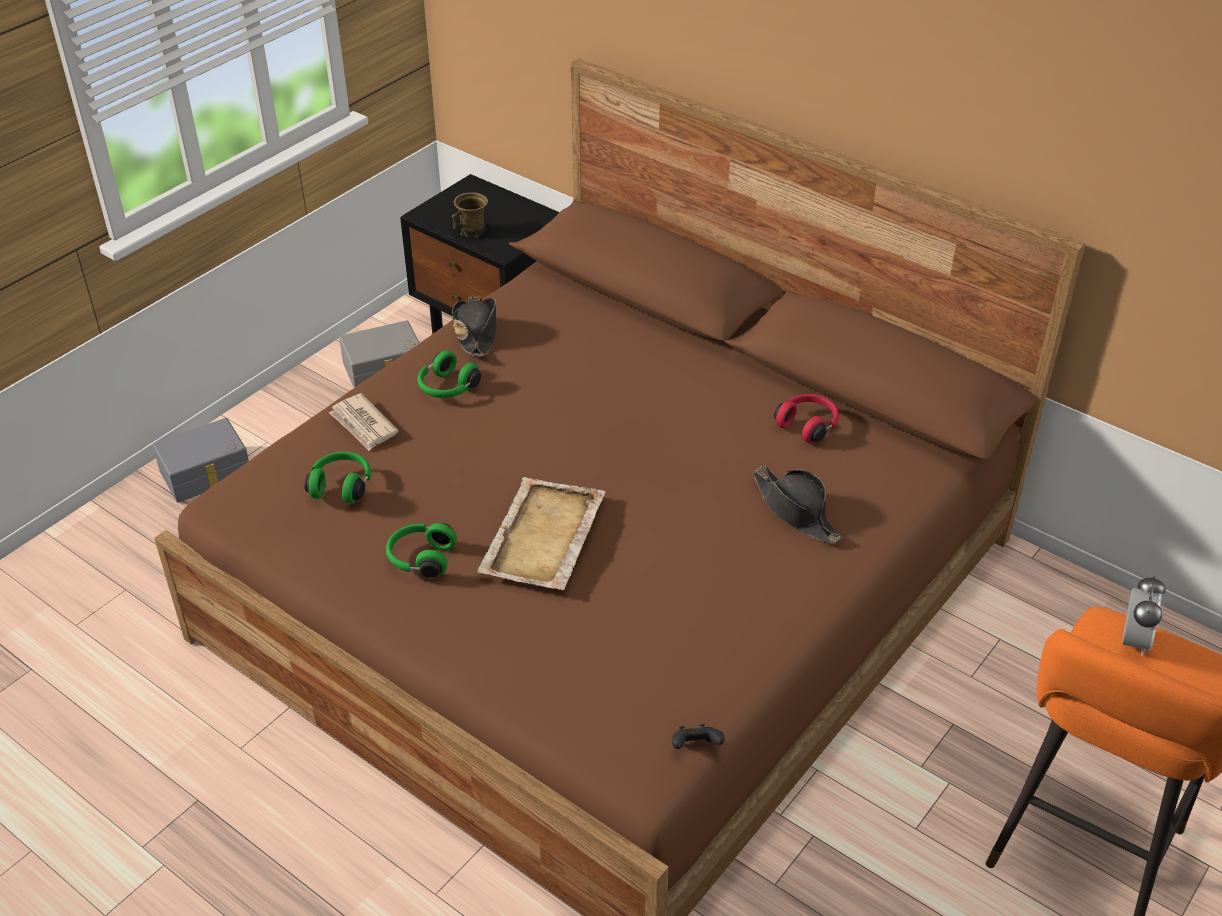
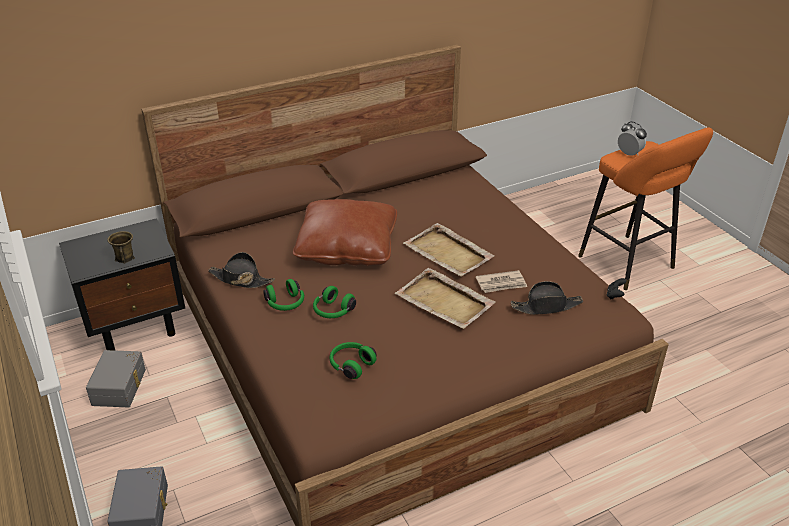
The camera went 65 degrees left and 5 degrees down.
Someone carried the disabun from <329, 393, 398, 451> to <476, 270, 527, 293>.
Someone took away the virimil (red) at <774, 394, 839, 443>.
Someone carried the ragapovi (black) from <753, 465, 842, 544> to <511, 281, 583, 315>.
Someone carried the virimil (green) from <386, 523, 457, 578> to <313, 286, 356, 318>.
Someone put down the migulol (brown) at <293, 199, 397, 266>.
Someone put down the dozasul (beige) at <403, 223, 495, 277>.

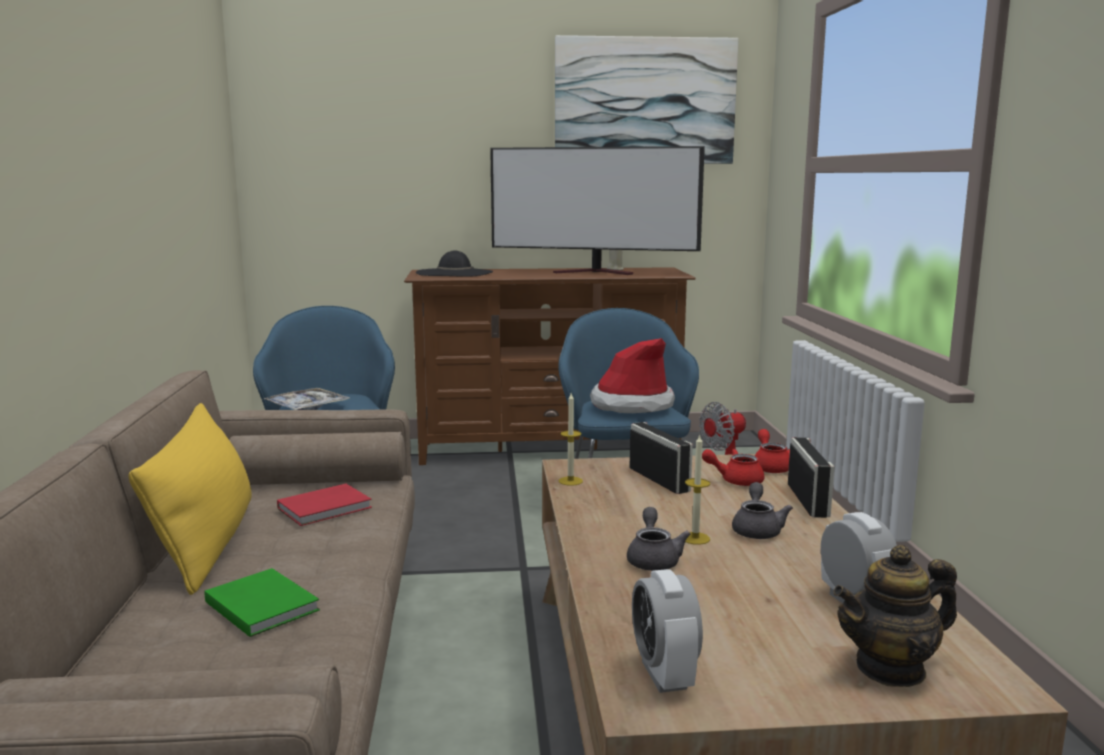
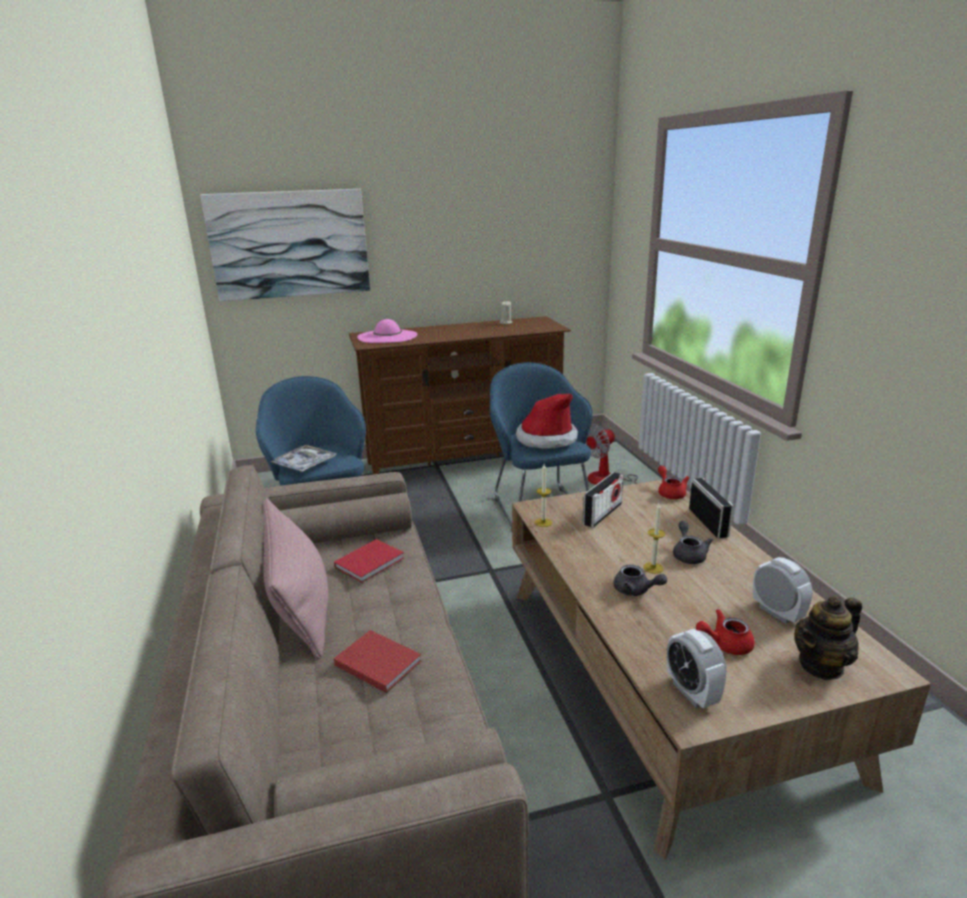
The camera went 10 degrees left and 10 degrees up.
Someone carried the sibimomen from <555, 35, 738, 164> to <200, 189, 370, 301>.
Someone took away the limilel at <490, 146, 705, 275>.
Someone repainted the ragapovi (black) at <416, 251, 493, 277>, which became the ragapovi (pink) at <357, 319, 417, 343>.
Someone repainted the migulol (yellow) at <129, 403, 252, 595>, which became the migulol (pink) at <263, 498, 328, 660>.
Someone rotated the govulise at <630, 422, 693, 494> by 75 degrees clockwise.
Someone carried the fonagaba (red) from <702, 449, 764, 486> to <696, 609, 755, 655>.
Someone rotated the fonagaba (grey) at <627, 507, 691, 571> by 135 degrees clockwise.
Someone repainted the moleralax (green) at <204, 568, 320, 637>, which became the moleralax (red) at <334, 630, 422, 693>.

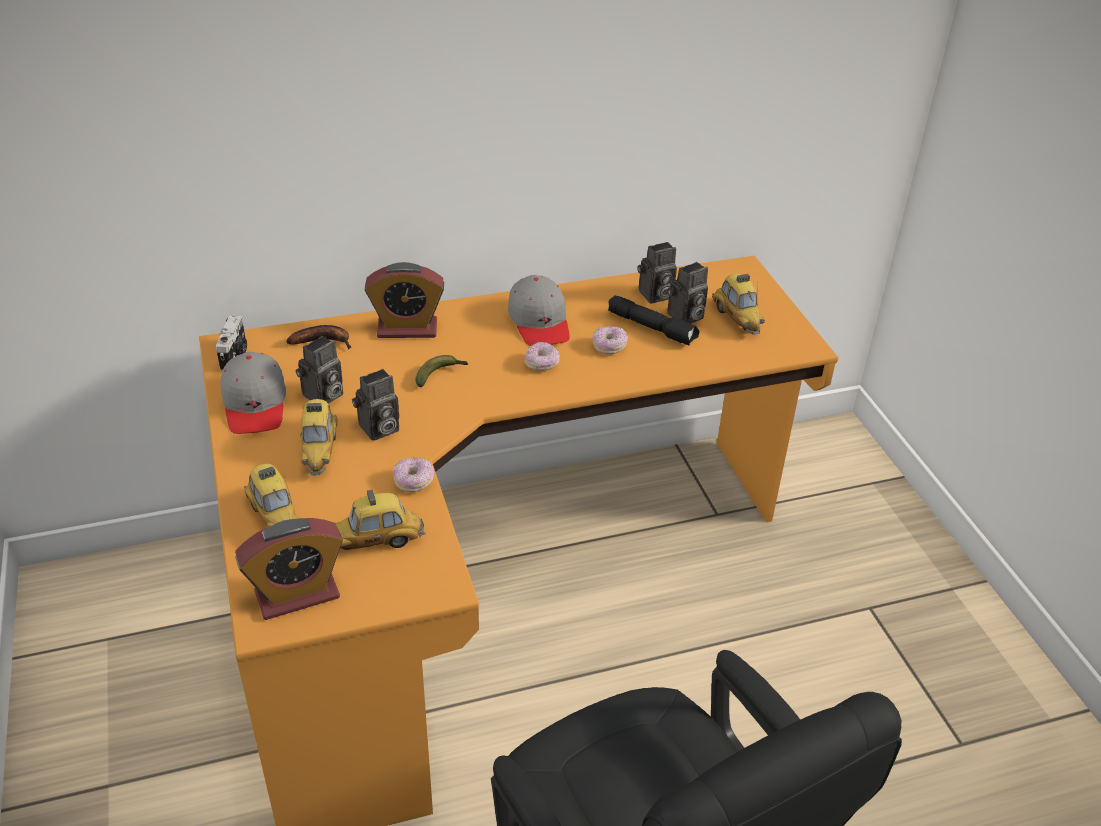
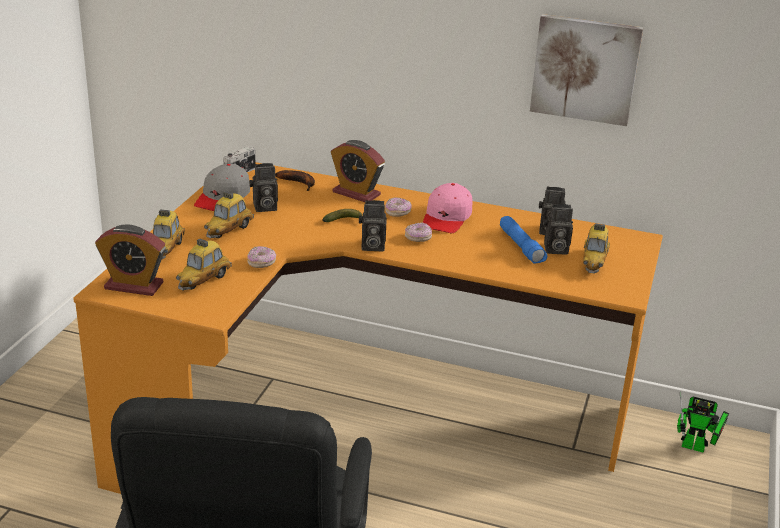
The camera went 35 degrees right and 10 degrees down.
Someone repainted the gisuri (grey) at <508, 275, 570, 346>, which became the gisuri (pink) at <423, 183, 472, 233>.
Someone repainted the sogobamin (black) at <608, 295, 699, 346>, which became the sogobamin (blue) at <500, 216, 547, 264>.
Someone carried the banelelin from <592, 326, 628, 354> to <385, 197, 412, 217>.
Someone carried the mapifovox from <352, 369, 399, 441> to <359, 200, 387, 251>.
Someone rotated the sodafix at <335, 490, 426, 550> by 75 degrees counterclockwise.
Someone put up the sibimomen at <530, 14, 643, 126>.
Someone put down the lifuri at <677, 392, 729, 453>.

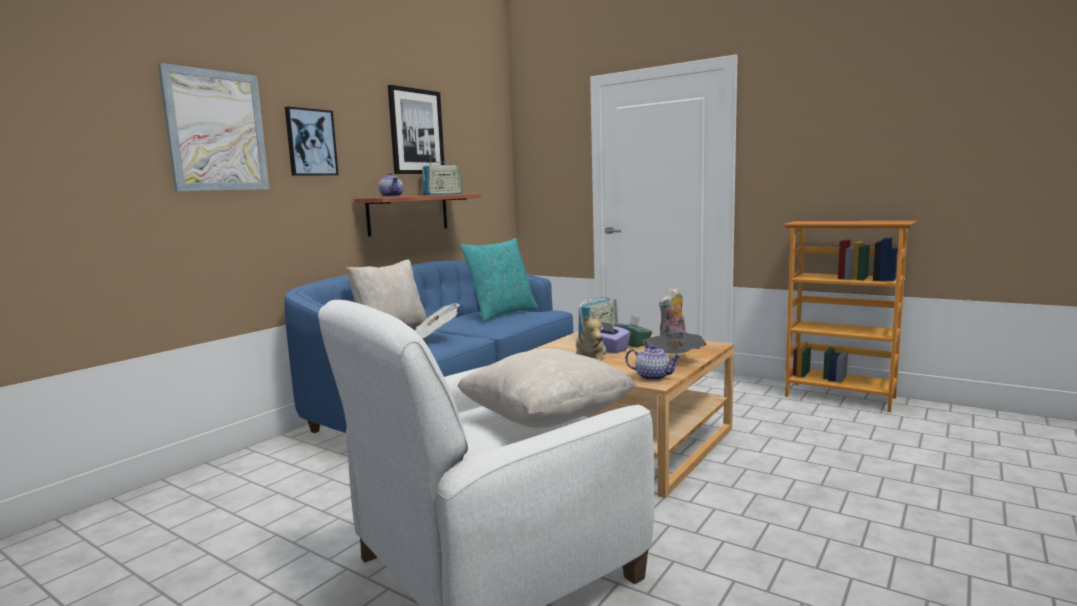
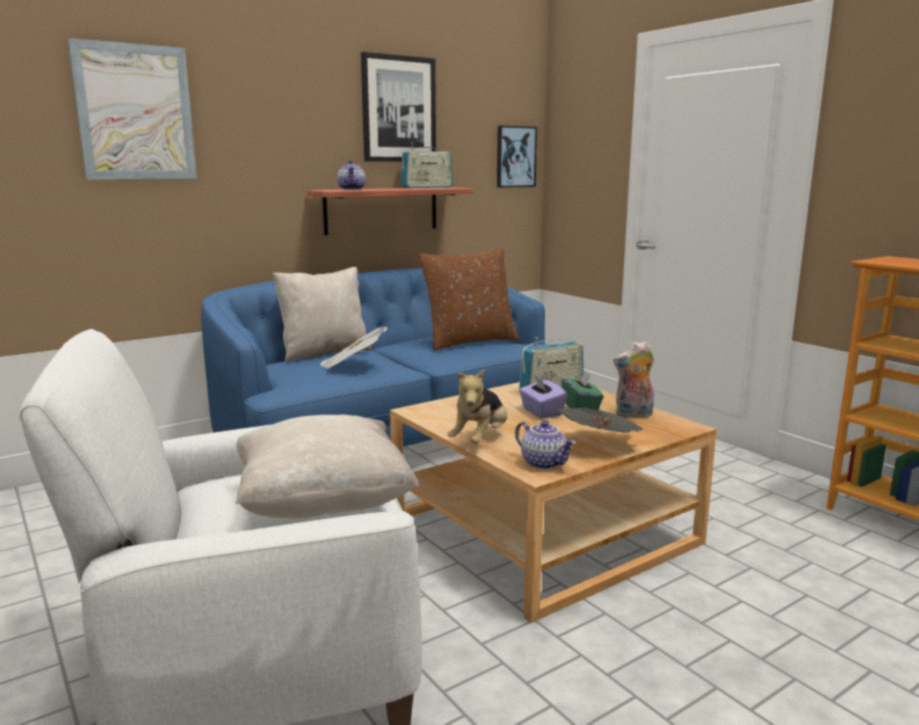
The camera went 20 degrees right and 5 degrees up.
Someone carried the sibimomen from <285, 107, 339, 176> to <497, 126, 537, 188>.
Someone repainted the migulol (turquoise) at <460, 238, 538, 322>, which became the migulol (brown) at <418, 248, 520, 350>.

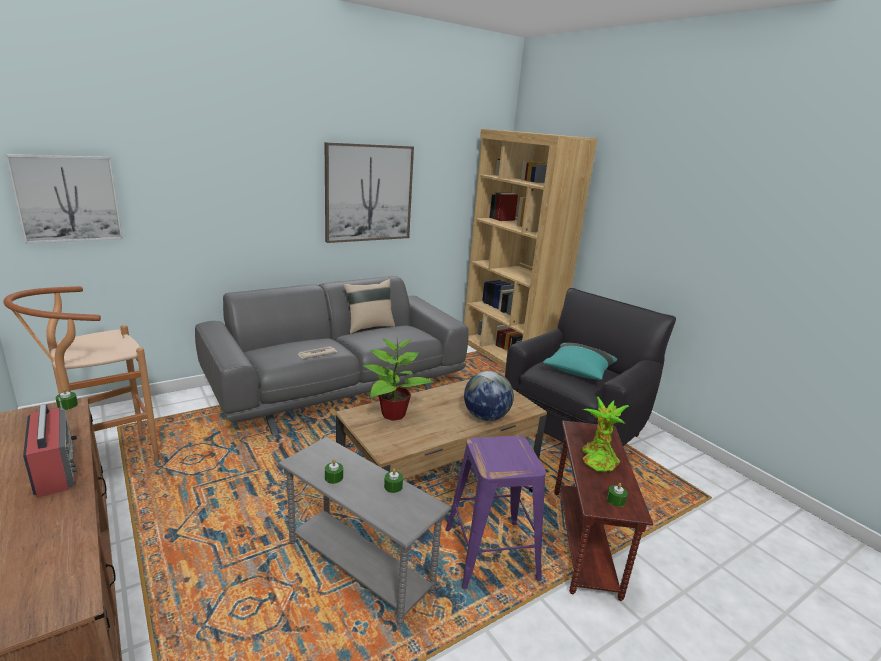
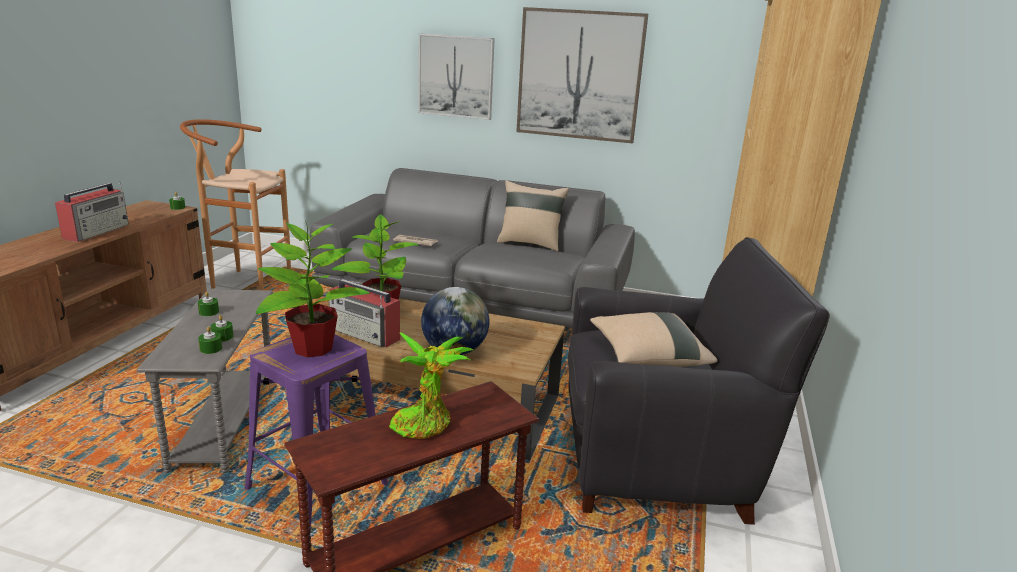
The camera went 50 degrees right and 0 degrees up.
Someone carried the sibimomen from <6, 154, 123, 244> to <418, 33, 495, 120>.
Someone repainted the migulol (turquoise) at <543, 343, 618, 380>, which became the migulol (beige) at <590, 312, 717, 367>.
Someone carried the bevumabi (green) from <607, 483, 628, 507> to <198, 326, 222, 354>.
Someone put down the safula at <256, 223, 370, 358>.
Someone put down the govulise at <329, 279, 400, 348>.

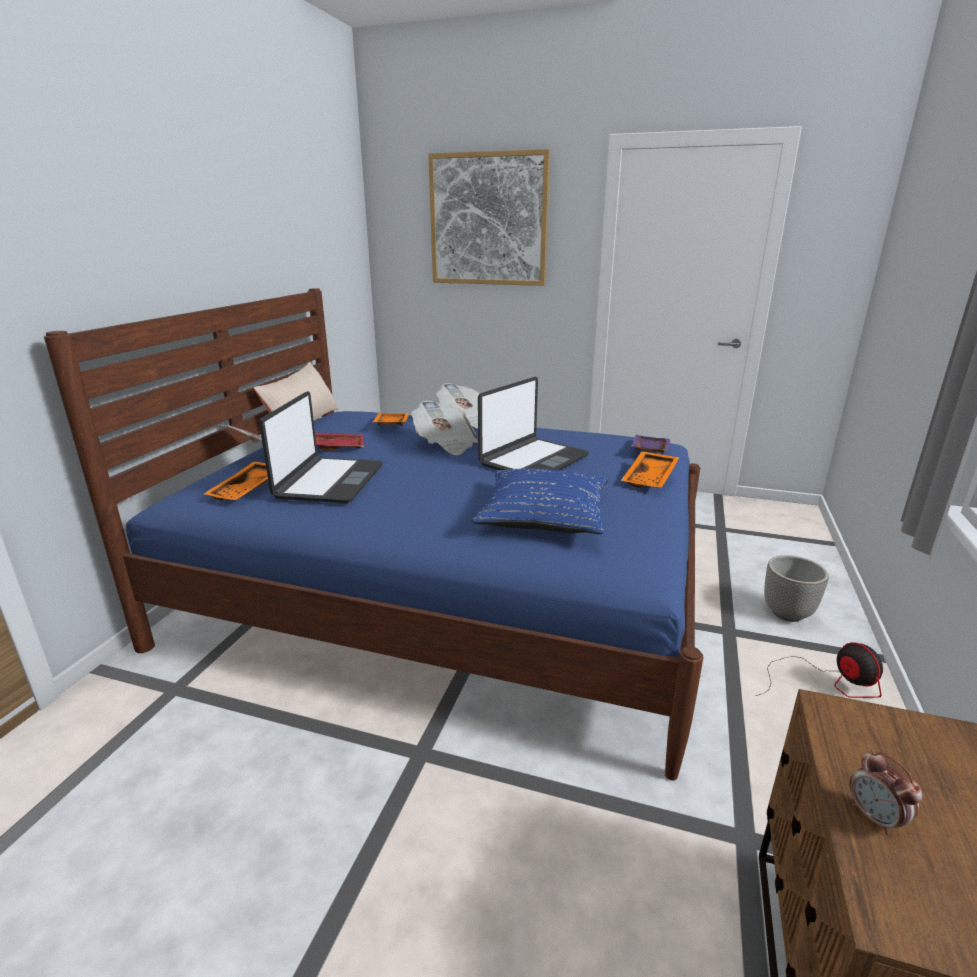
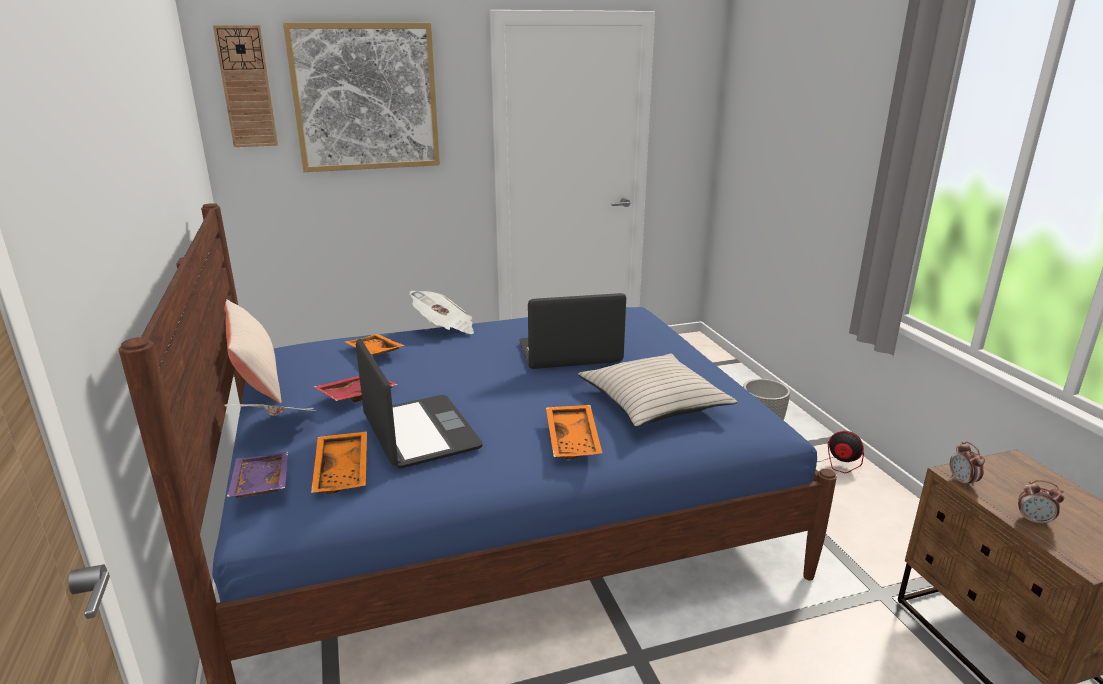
The camera went 35 degrees left and 0 degrees up.
Someone rotated the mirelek at <478, 376, 589, 470> by 105 degrees counterclockwise.
Someone took away the disabun at <411, 401, 478, 455>.
Someone carried the dozasul (purple) from <631, 435, 670, 454> to <227, 452, 288, 498>.
Someone carried the dozasul (orange) from <621, 451, 680, 488> to <546, 405, 602, 459>.
Someone repainted the migulol (blue) at <472, 468, 609, 534>, which became the migulol (beige) at <578, 354, 737, 427>.
Someone put up the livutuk at <213, 25, 278, 147>.
Someone put down the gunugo at <950, 442, 985, 488>.

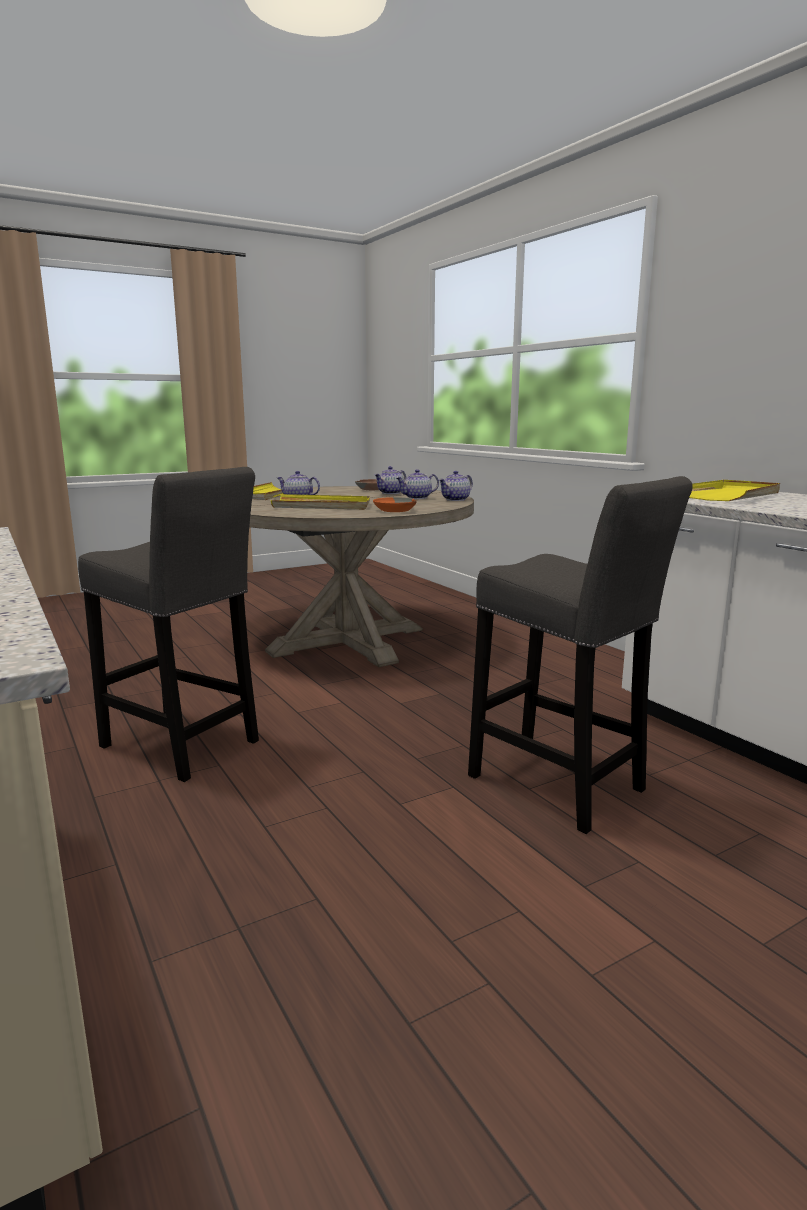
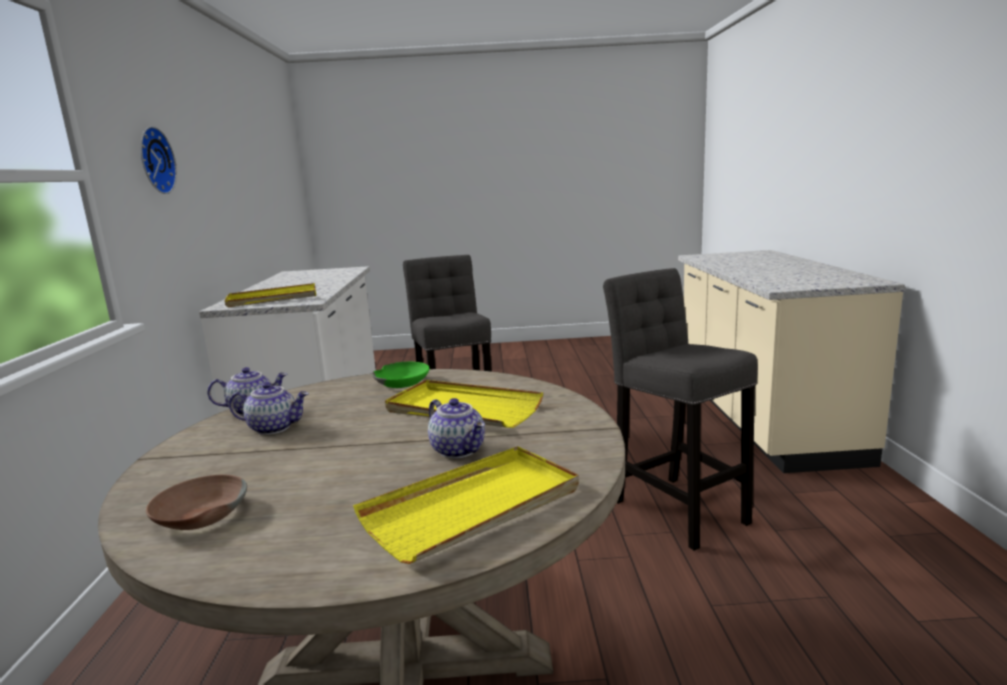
The camera went 150 degrees left and 0 degrees up.
Someone took away the fonagaba at <374, 466, 407, 494>.
Someone repainted the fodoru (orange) at <373, 497, 417, 512>, which became the fodoru (green) at <372, 362, 430, 388>.
Someone put up the livutuk at <140, 126, 177, 194>.

